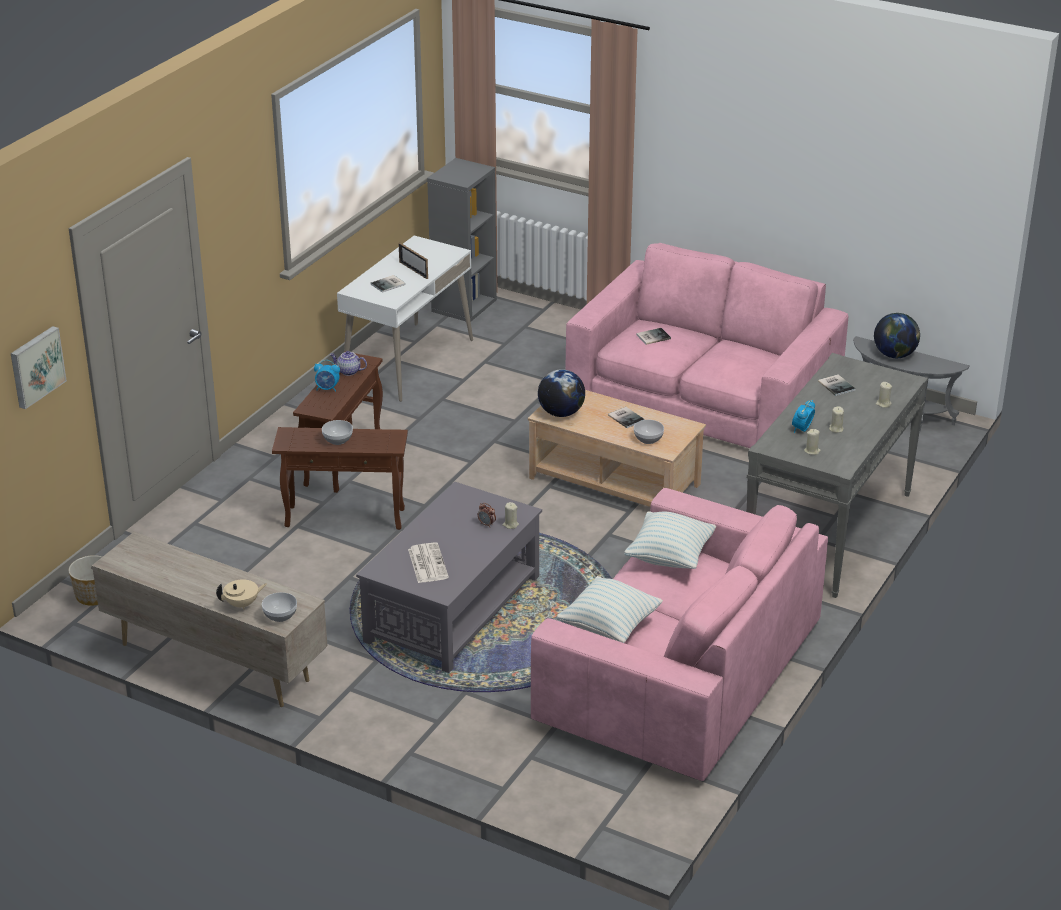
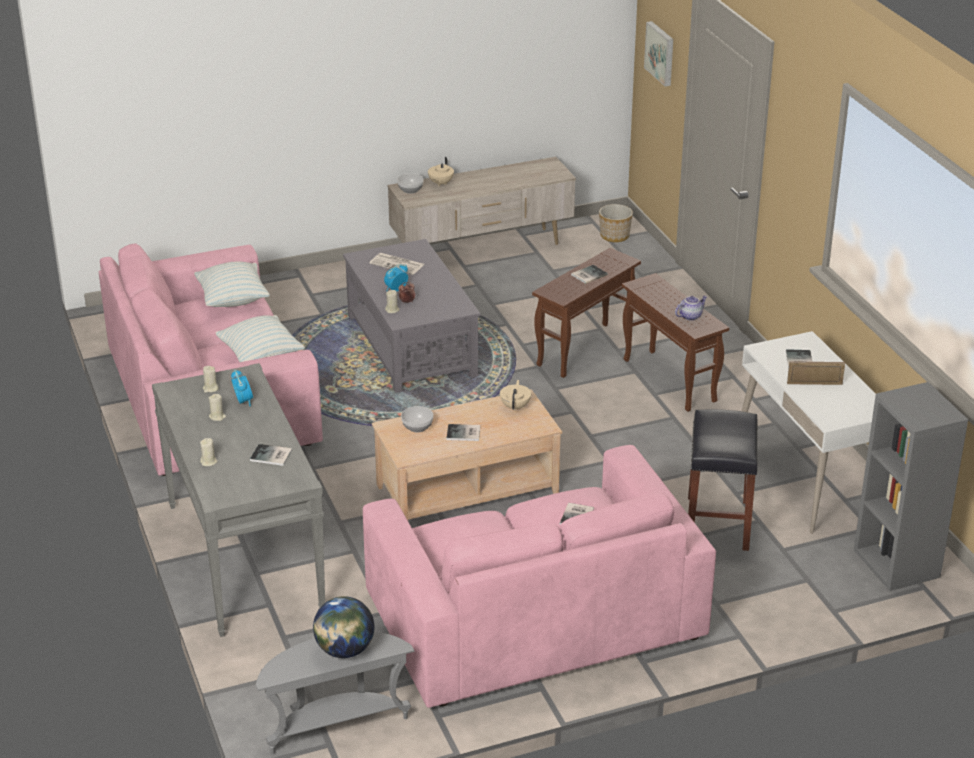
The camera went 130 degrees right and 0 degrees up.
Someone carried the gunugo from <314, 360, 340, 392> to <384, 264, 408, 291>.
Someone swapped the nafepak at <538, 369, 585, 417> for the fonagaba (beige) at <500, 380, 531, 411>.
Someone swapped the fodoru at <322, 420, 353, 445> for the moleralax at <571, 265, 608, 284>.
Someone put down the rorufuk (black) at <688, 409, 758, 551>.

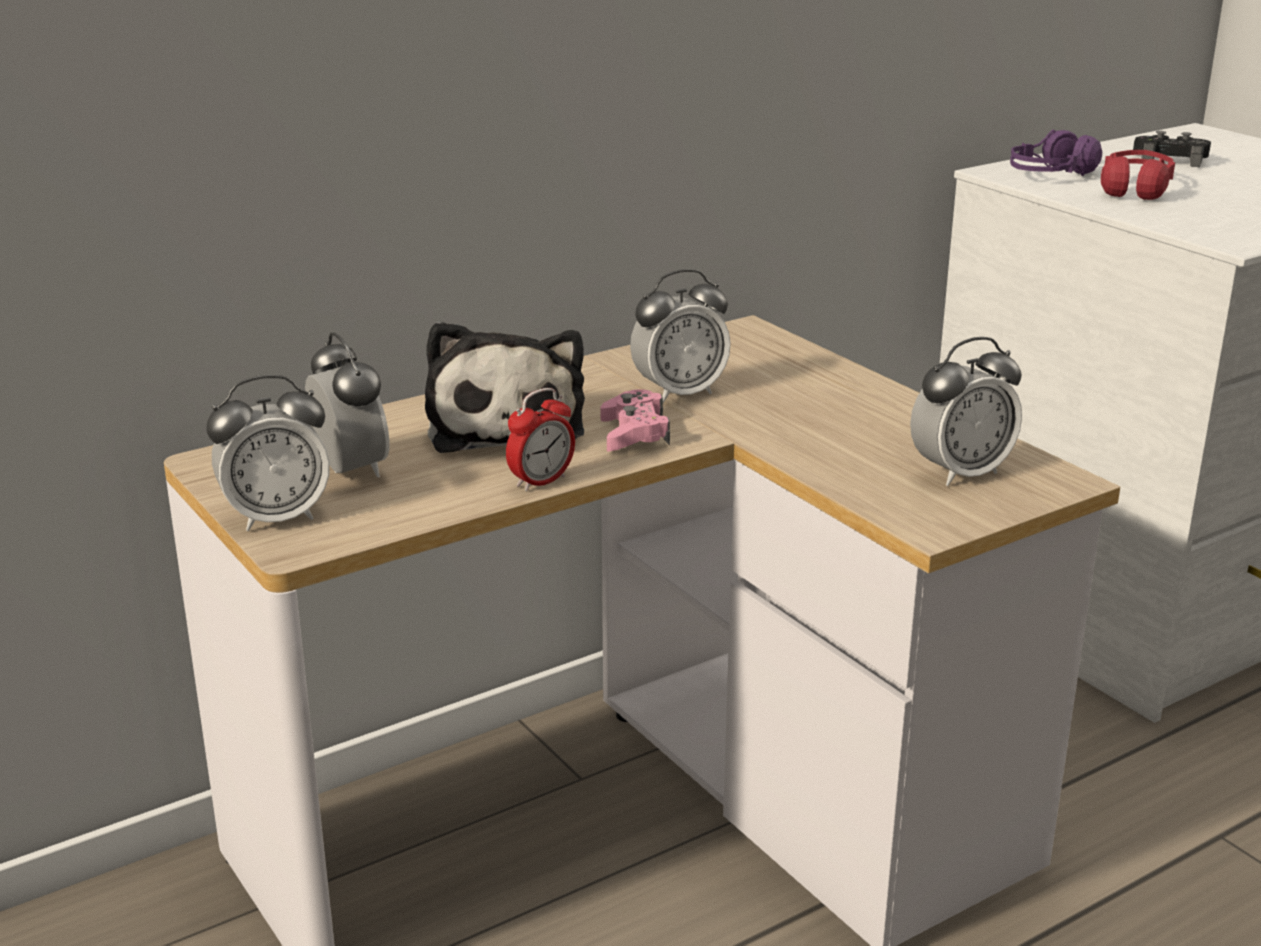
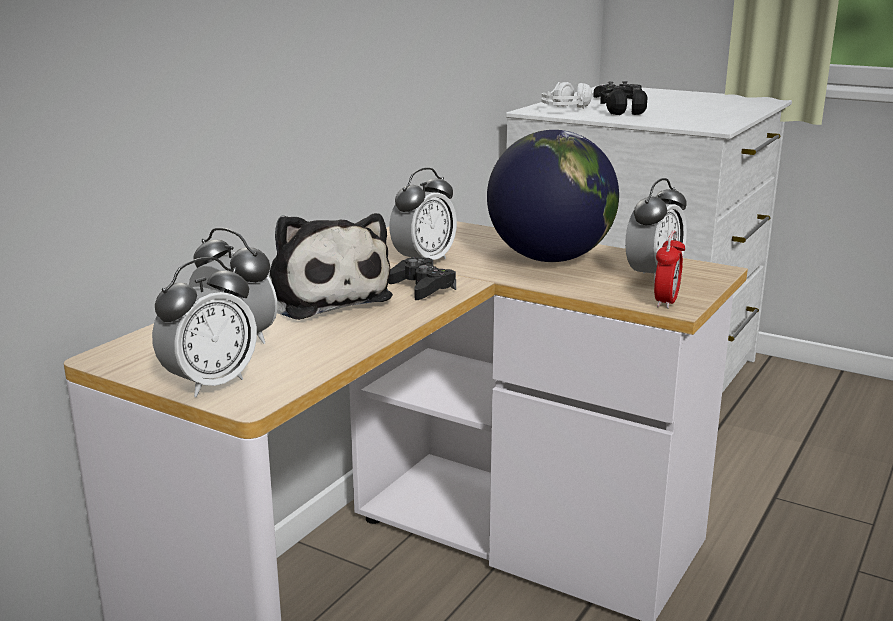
The camera went 25 degrees left and 5 degrees down.
Someone repainted the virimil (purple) at <1010, 130, 1102, 176>, which became the virimil (white) at <542, 82, 592, 109>.
Someone repainted the virimil (red) at <1101, 150, 1175, 200>, which became the virimil (black) at <600, 88, 648, 115>.
Someone carried the gunugo from <506, 388, 575, 491> to <654, 231, 685, 309>.
Someone repainted the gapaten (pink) at <600, 389, 670, 451>, which became the gapaten (black) at <389, 257, 456, 300>.
Someone put down the nafepak at <487, 130, 619, 262>.

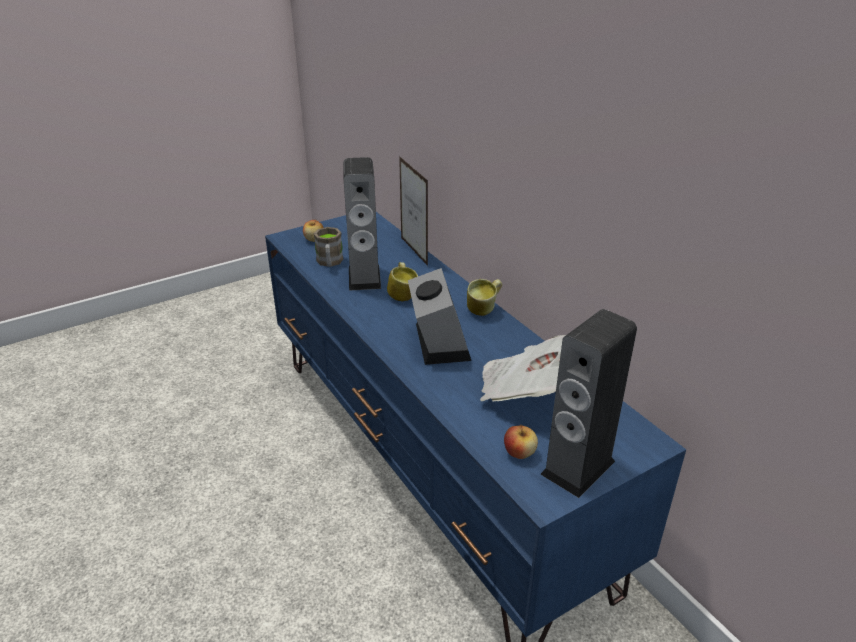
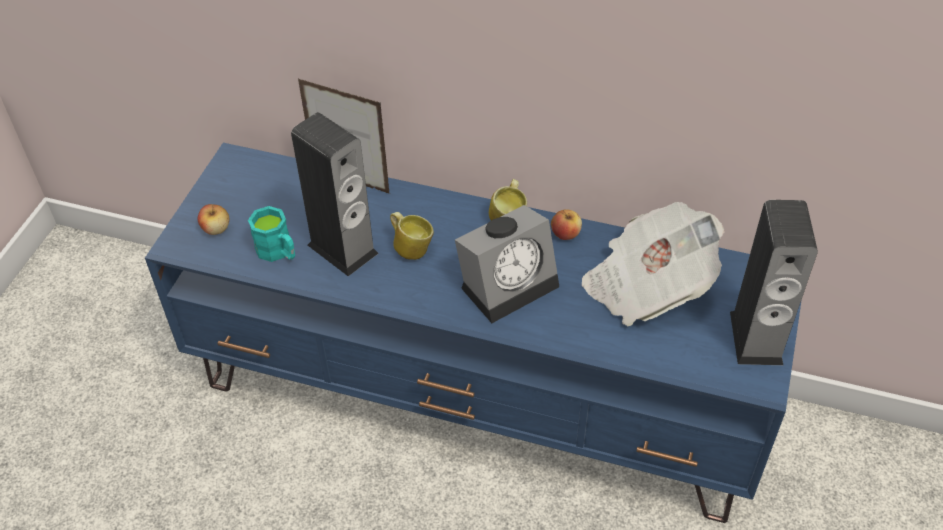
The camera went 40 degrees left and 15 degrees up.
Someone repainted the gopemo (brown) at <314, 227, 344, 267>, which became the gopemo (turquoise) at <248, 206, 295, 262>.
Someone rotated the gunugo at <408, 268, 471, 365> by 105 degrees clockwise.
Someone carried the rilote from <504, 425, 538, 459> to <551, 209, 582, 240>.

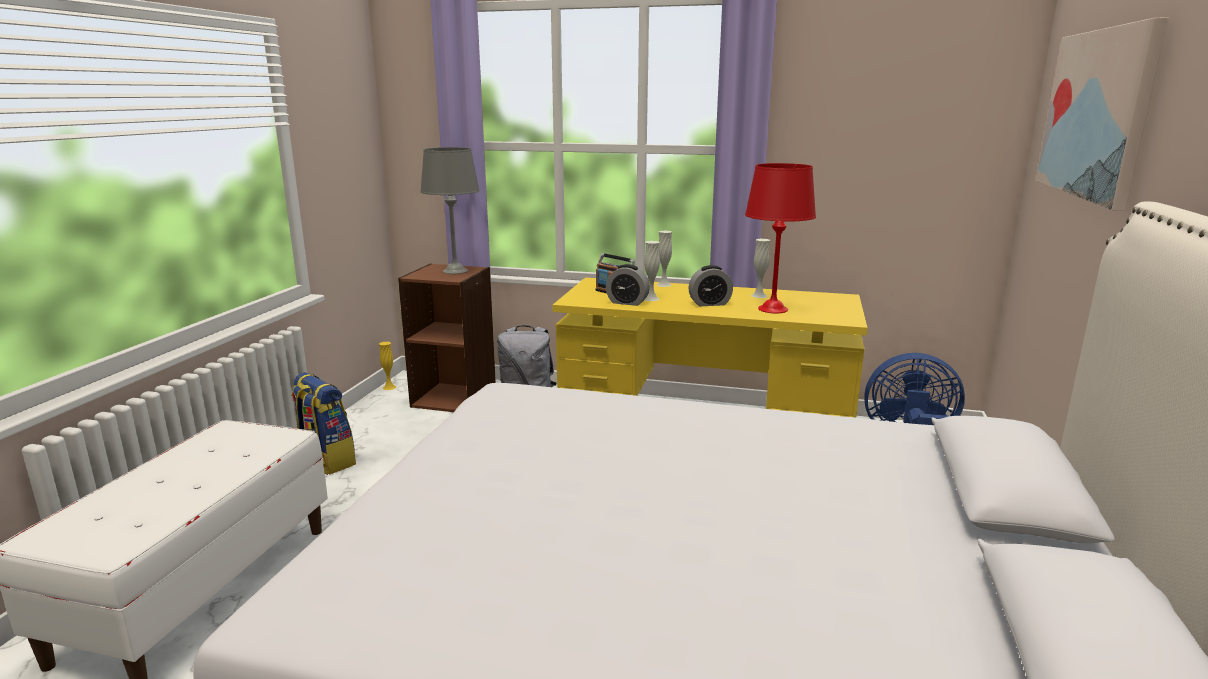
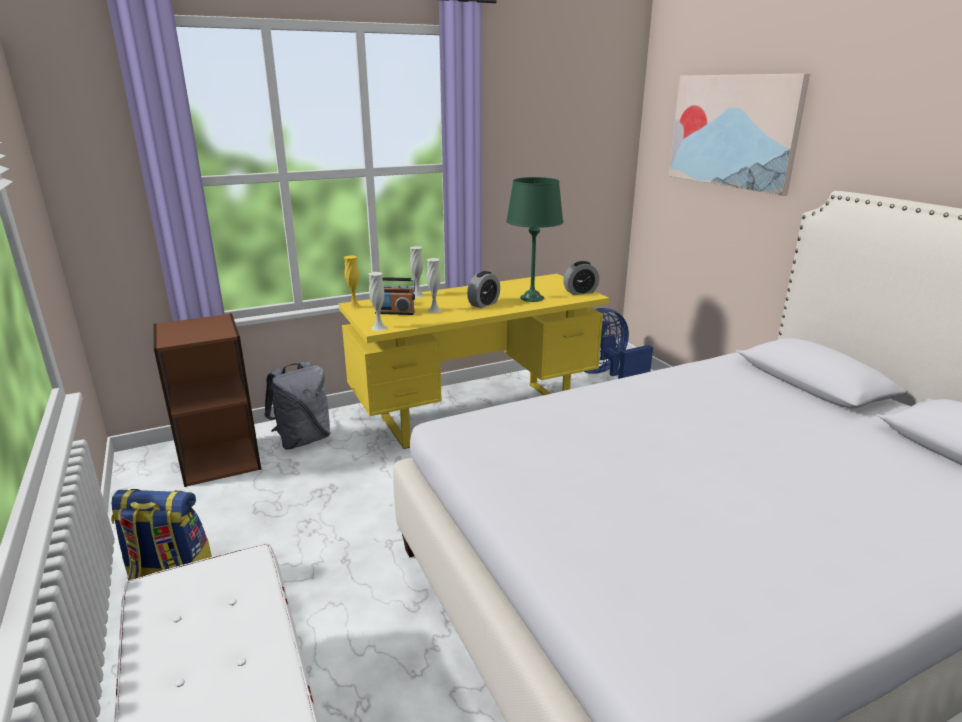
The camera went 40 degrees left and 5 degrees up.
Someone took away the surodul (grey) at <420, 147, 480, 274>.
Someone repainted the surodul (red) at <745, 163, 816, 313>, which became the surodul (green) at <506, 177, 563, 302>.
Someone carried the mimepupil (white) from <751, 239, 770, 298> to <369, 272, 387, 331>.
Someone carried the gunugo from <606, 264, 650, 306> to <563, 261, 599, 295>.
Someone carried the mimepupil (yellow) from <379, 342, 396, 390> to <344, 256, 362, 310>.

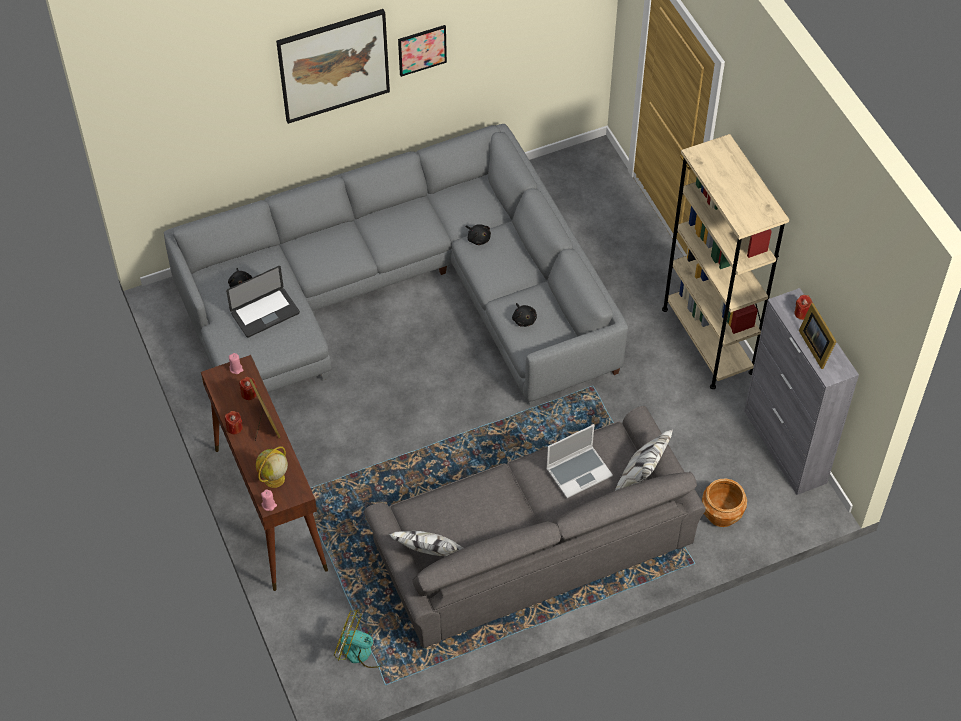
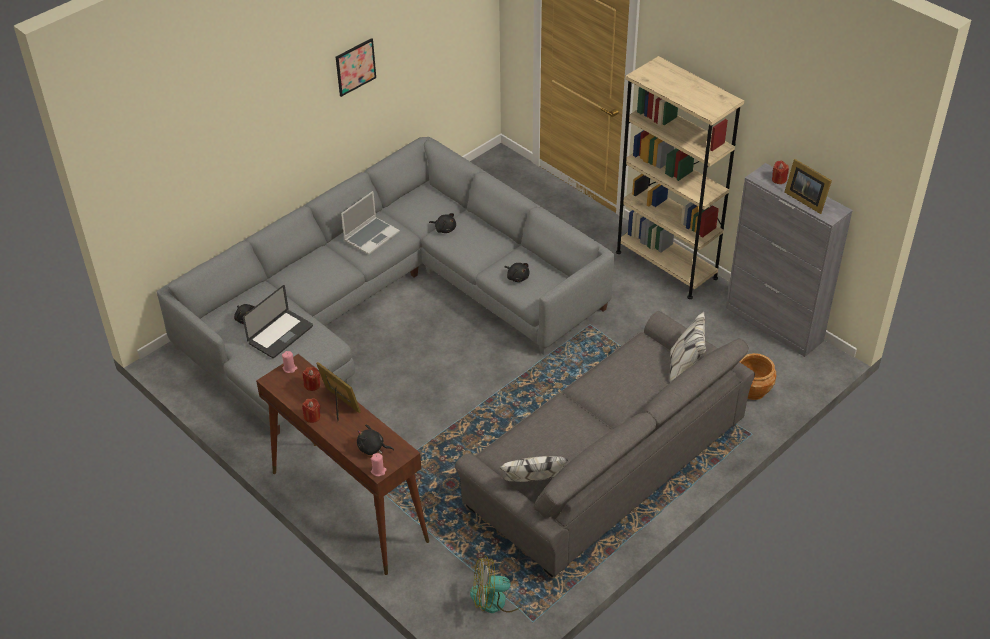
The camera went 20 degrees left and 10 degrees down.
Someone took away the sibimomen at <276, 9, 390, 124>.
Someone carried the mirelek from <546, 424, 613, 498> to <341, 191, 400, 255>.
Someone swapped the nafepak at <256, 446, 288, 488> for the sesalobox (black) at <357, 425, 394, 455>.

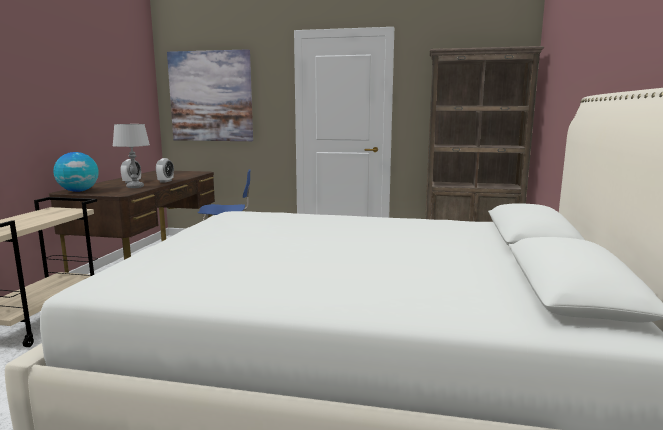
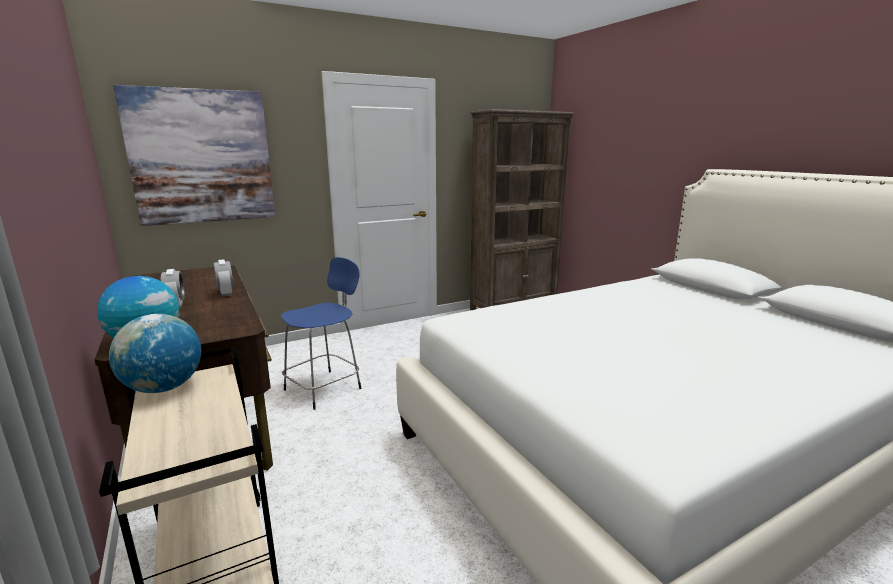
The camera went 40 degrees left and 5 degrees up.
Someone took away the surodul (grey) at <113, 124, 150, 188>.
Someone put down the nafepak at <109, 314, 201, 393>.

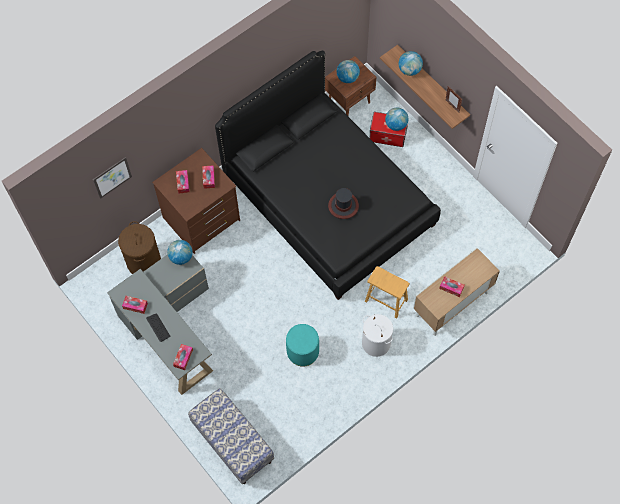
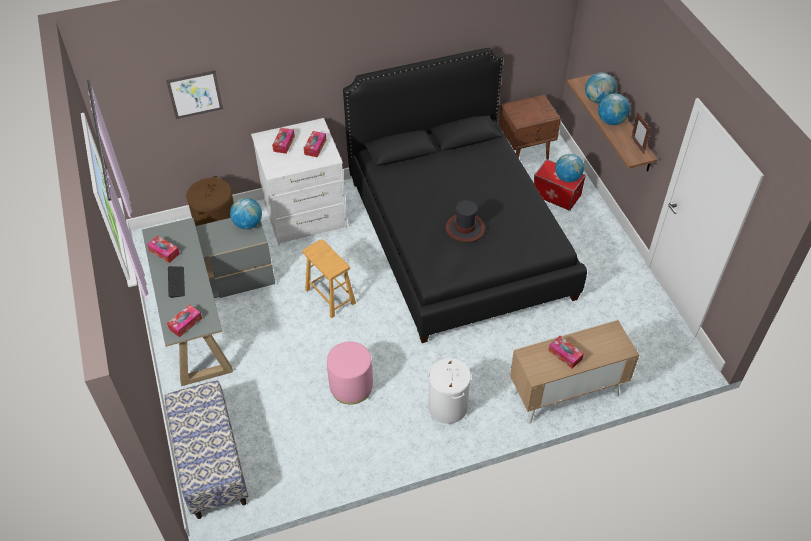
The camera went 20 degrees right and 15 degrees down.
Someone carried the nafepak from <337, 60, 360, 83> to <598, 94, 630, 125>.
Someone repainted the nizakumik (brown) at <152, 148, 240, 254>, which became the nizakumik (white) at <251, 118, 347, 245>.
Someone carried the rorufuk (brown) from <365, 266, 410, 319> to <302, 239, 356, 318>.
Someone repainted the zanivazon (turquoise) at <286, 324, 319, 367>, which became the zanivazon (pink) at <327, 341, 373, 404>.

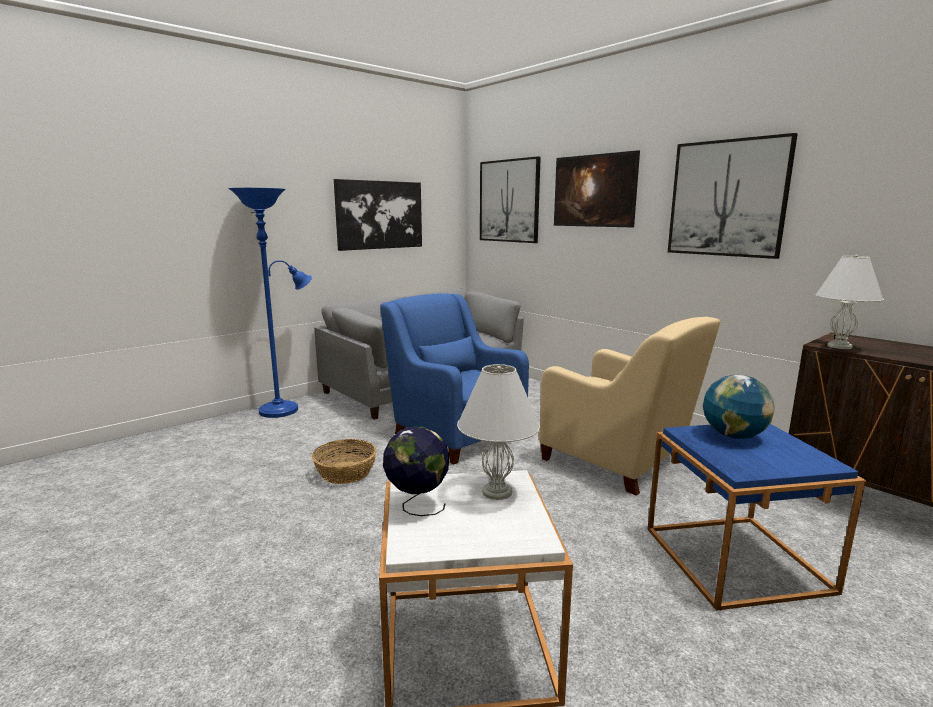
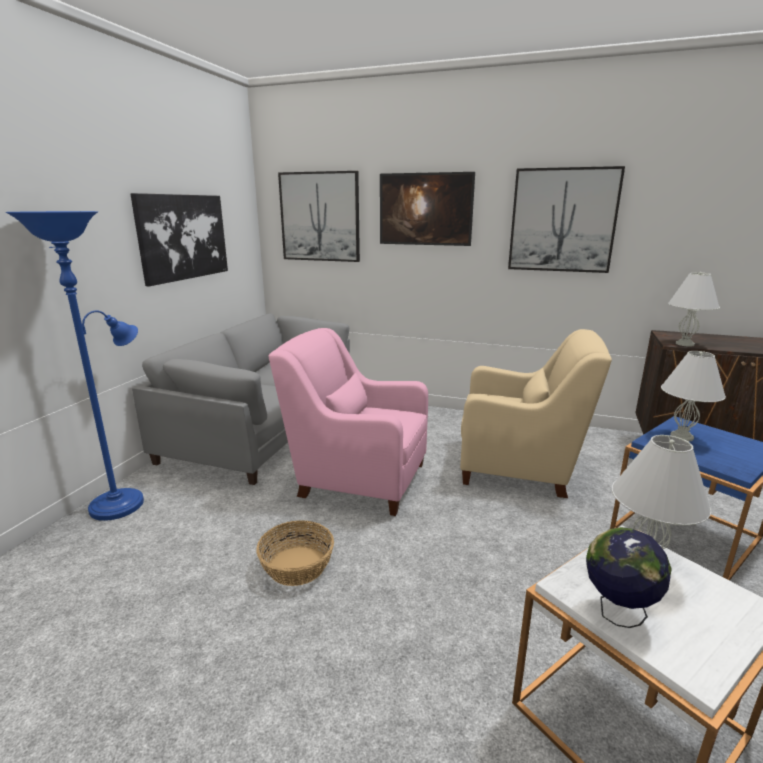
The camera went 30 degrees left and 5 degrees up.
Someone repainted the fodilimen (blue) at <380, 293, 529, 465>, which became the fodilimen (pink) at <268, 328, 428, 516>.
Someone swapped the nafepak at <703, 374, 775, 439> for the surodul (white) at <661, 351, 726, 442>.

